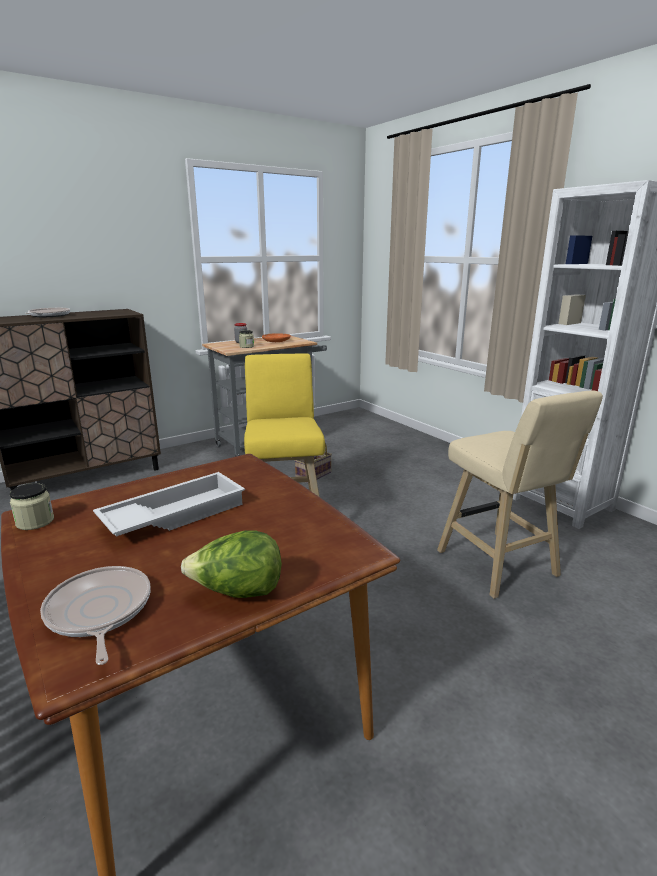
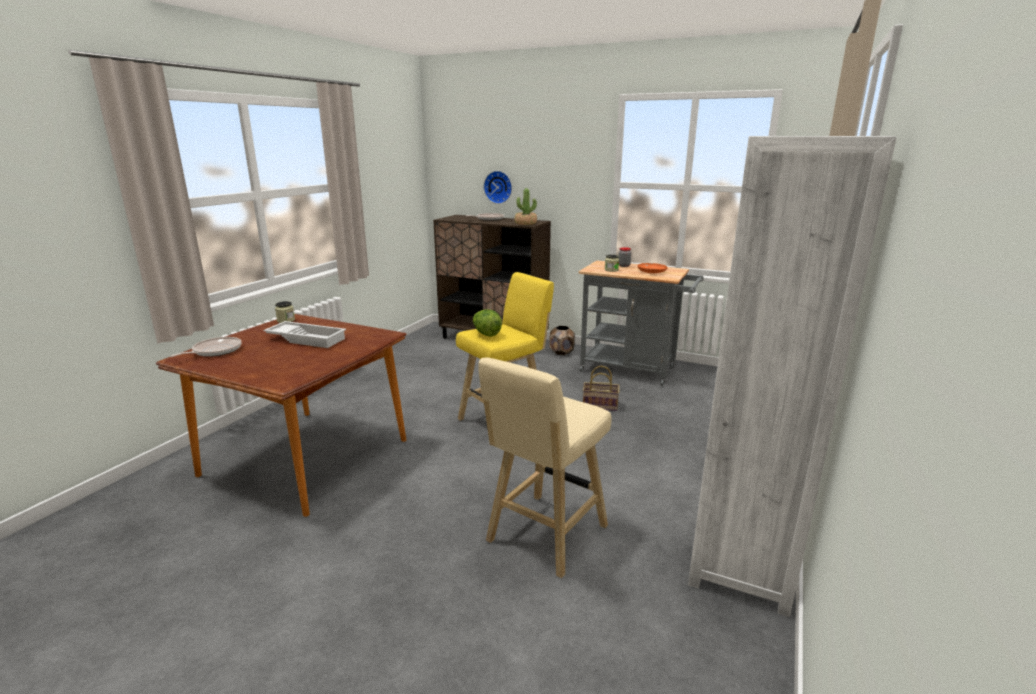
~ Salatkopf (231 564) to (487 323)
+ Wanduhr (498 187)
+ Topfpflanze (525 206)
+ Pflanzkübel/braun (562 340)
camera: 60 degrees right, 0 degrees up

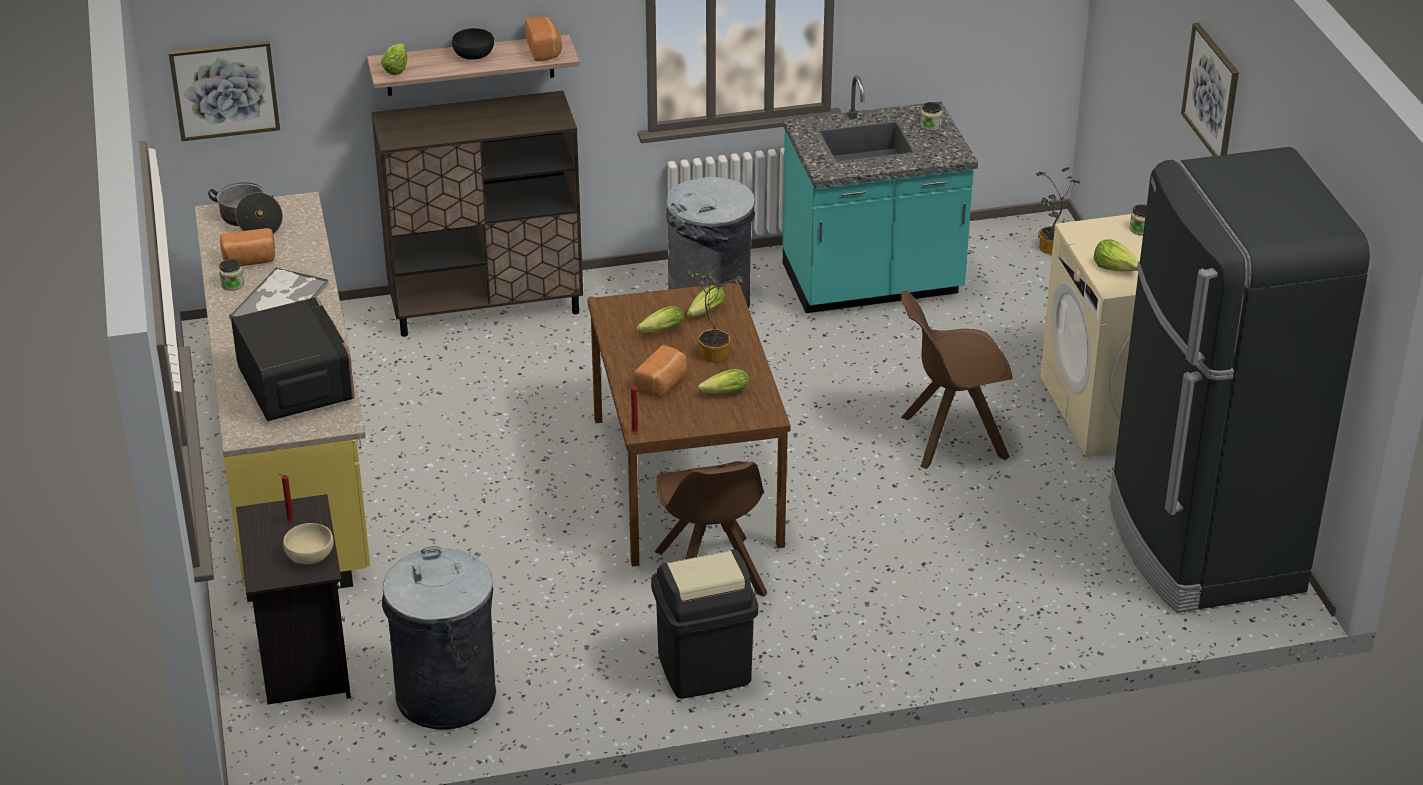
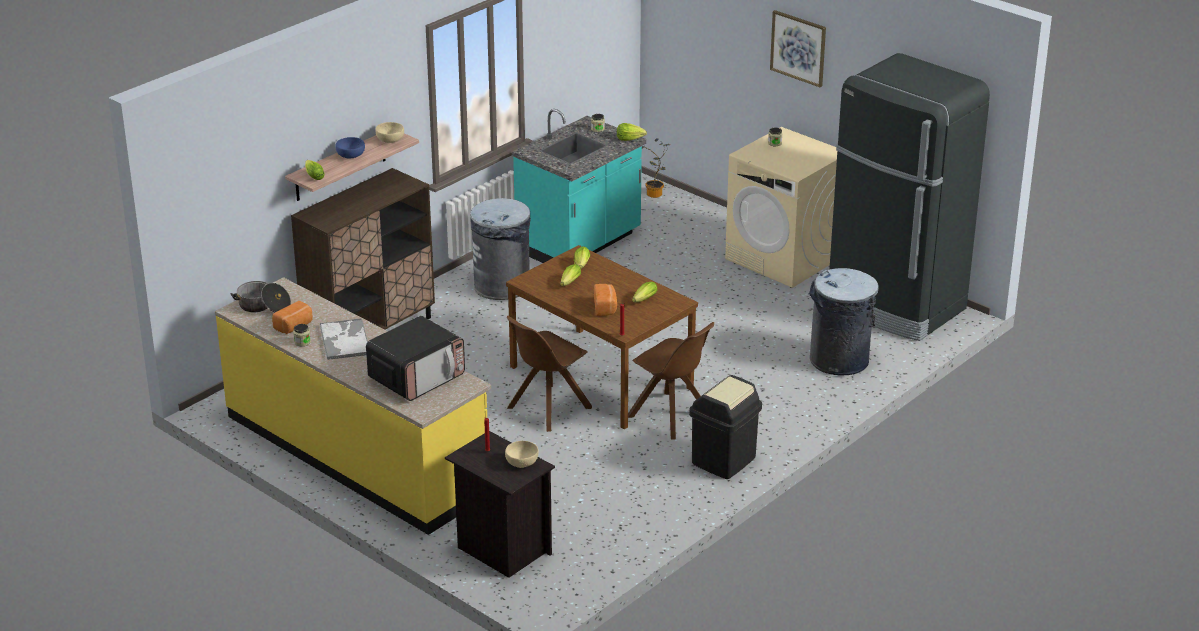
- Bild (224 91)
~ Mikrowelle (293 359) = (415 358) 105 degrees clockwise
~ Mülleimer/grau (439 638) to (843 322)
~ Schüssel/schwarz (473 44) to Schüssel/blau (350 147)
~ Brot (543 38) to Schüssel/beige (389 132)
- Topfpflanze (714 317)
~ Stuhl/braun (956 379) to (549 374)
~ Salatkopf (1116 255) to (632 132)
camera: 35 degrees left, 5 degrees down

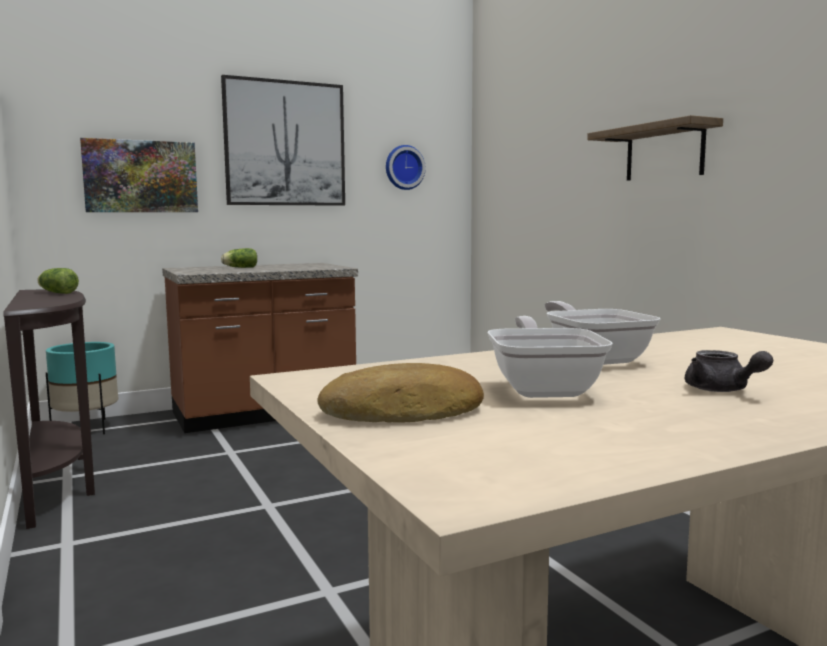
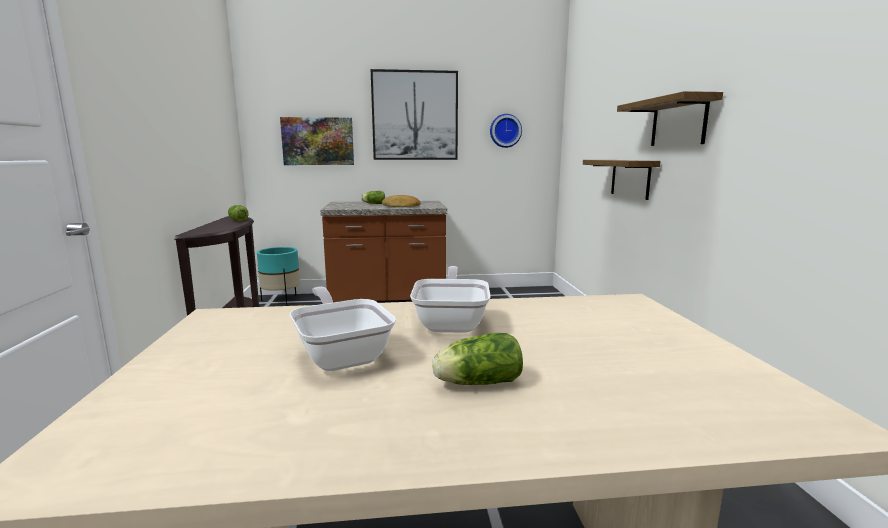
~ Brot (400 393) to (401 201)
~ Pfanne (550 357) = (343 329) 45 degrees counterclockwise
~ Teekanne/grau (729 371) to Salatkopf (477 359)
+ Wandregal (621 180)
camera: 20 degrees right, 5 degrees up

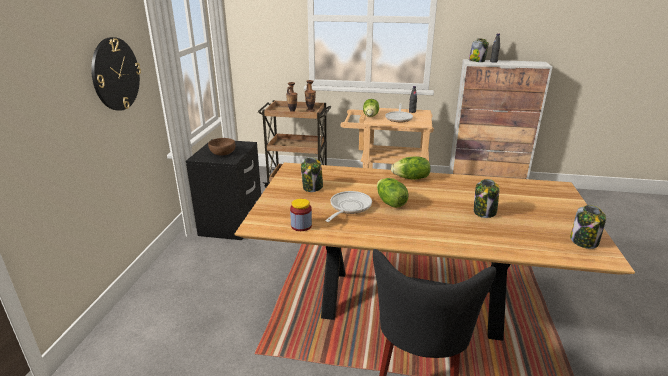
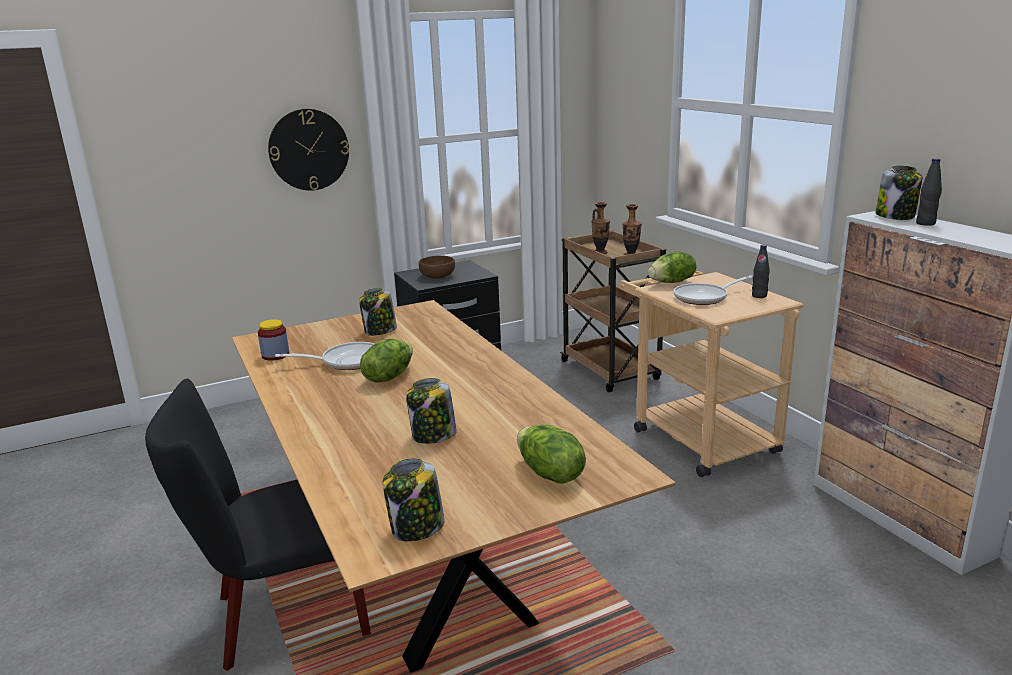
~ Salatkopf (411 168) to (551 454)
camera: 55 degrees right, 5 degrees down

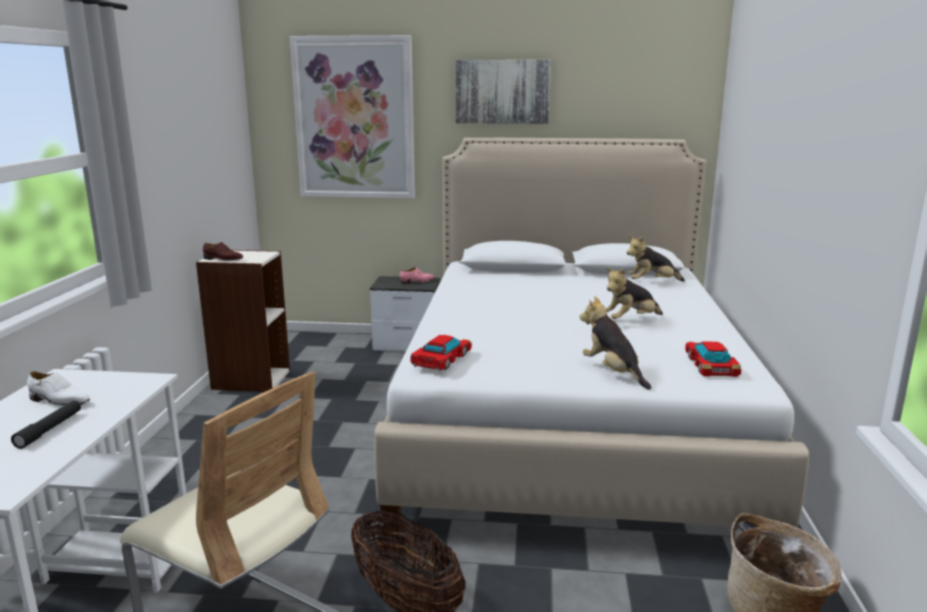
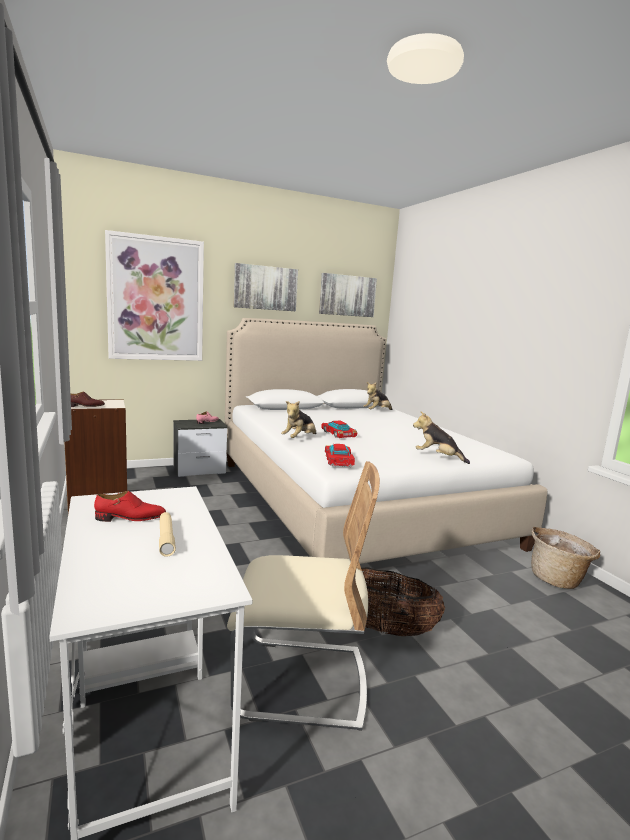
~ Taschenlampe/schwarz (46 425) to Taschenlampe/beige (167 534)
~ Schuh/weiß (58 389) to Schuh/rot (130 506)
~ Plüschtier (634 293) to (298 419)
~ Spielzeugauto (713 359) to (339 429)
+ Bild (348 295)
camera: 30 degrees left, 5 degrees down

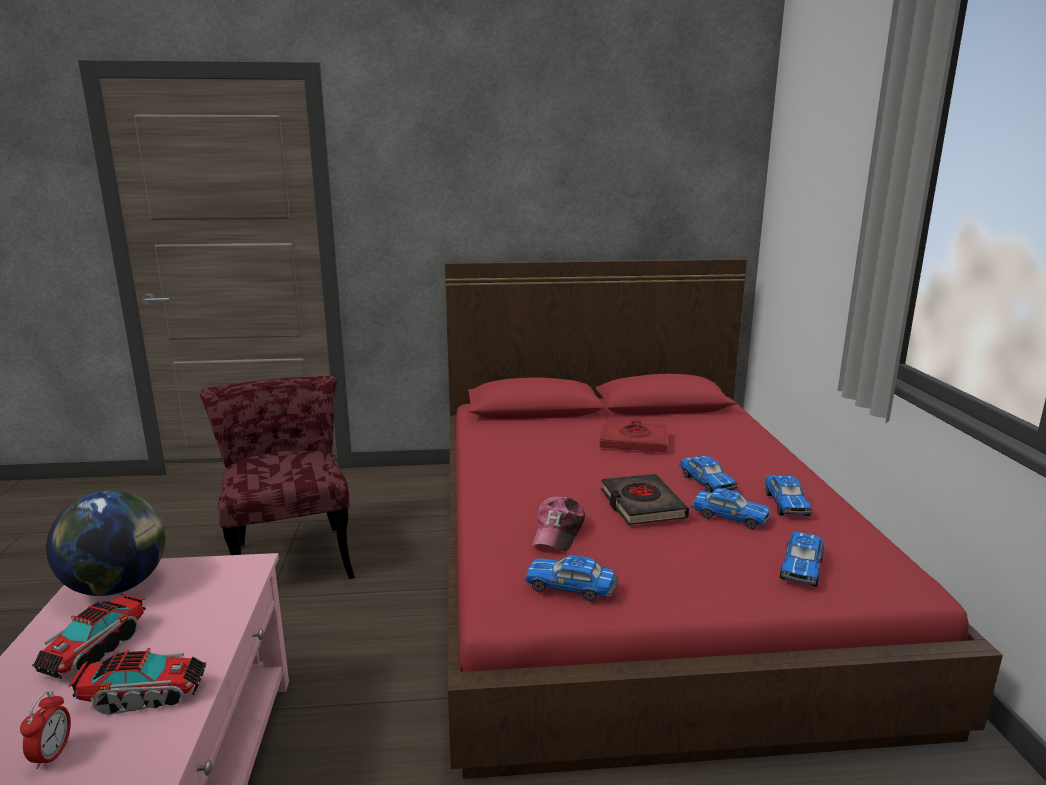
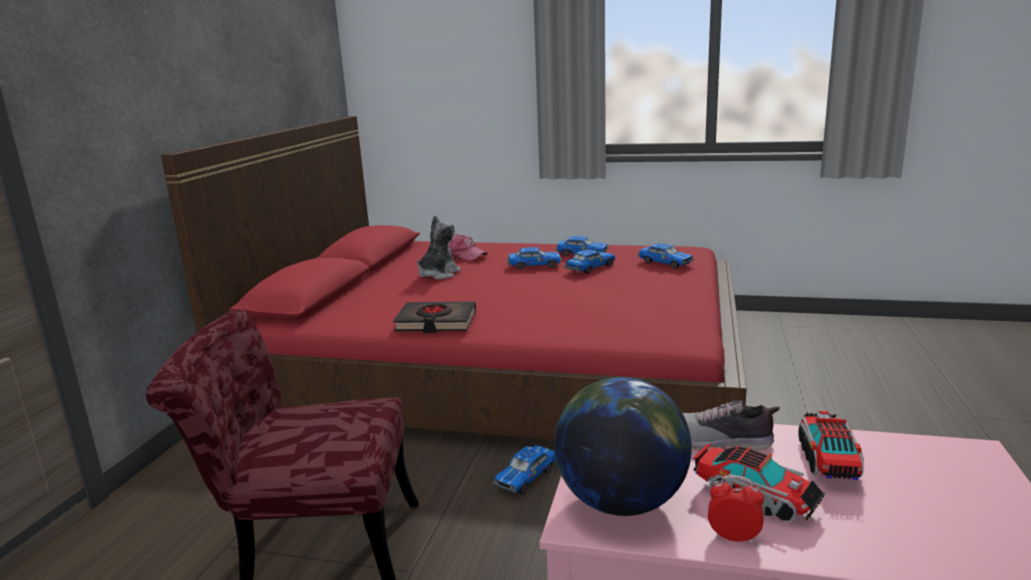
~ Wecker (45 730) to (736 509)
~ Spielzeugauto (571 578) to (524 470)
~ Kappe (558 523) to (468 247)
~ Buch/rot (633 437) to Plüschtier (439 247)
~ Buch/schwarz (645 499) to (434 317)
+ Schuh (731 424)
camera: 70 degrees left, 0 degrees up

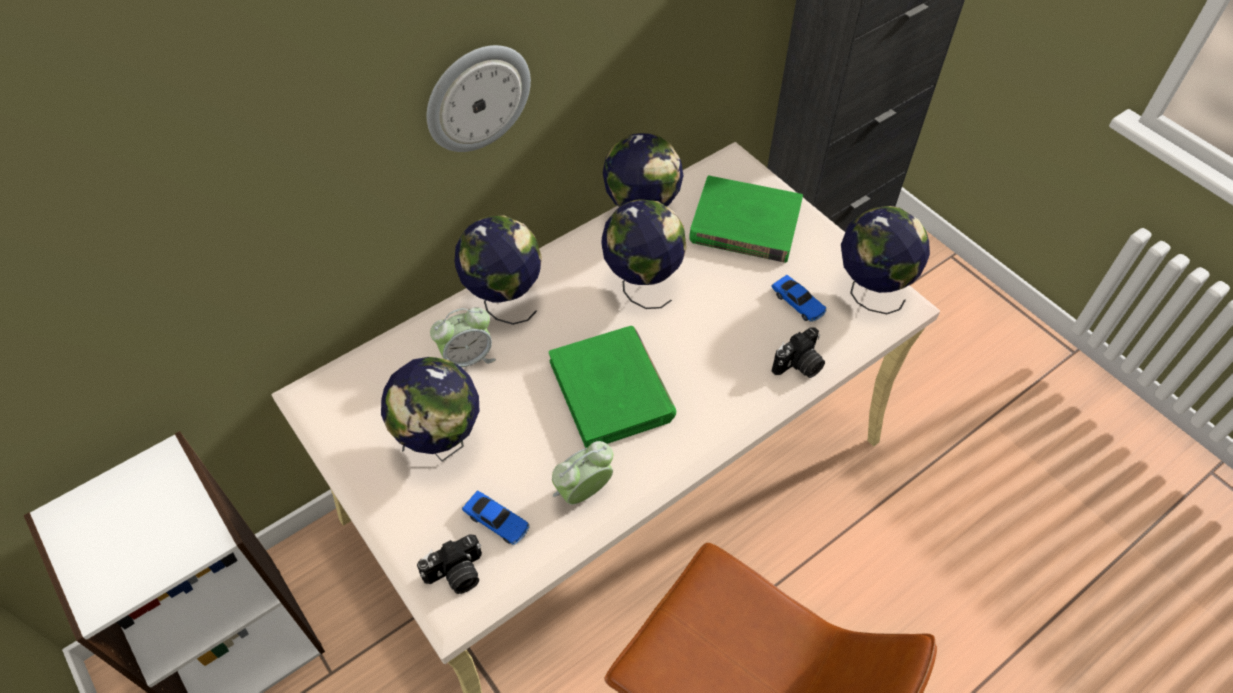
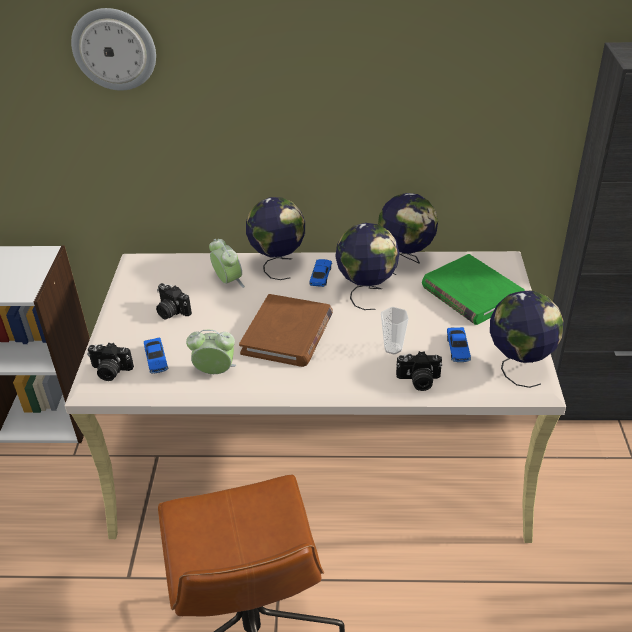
~ Globus (430 409) to Kamera (174 301)
~ Wanduhr (479 98) to (113 49)
~ Wecker (463 337) = (227 263) 135 degrees counterclockwise
~ Buch/grün (612 387) to Buch/braun (286 330)
+ Spielzeugauto (320 273)
+ Tasse (395 330)
camera: 40 degrees right, 15 degrees down

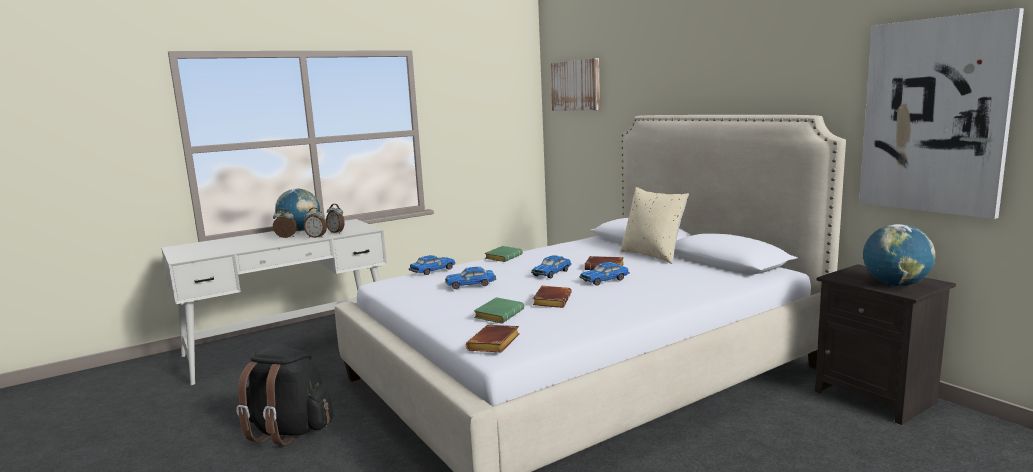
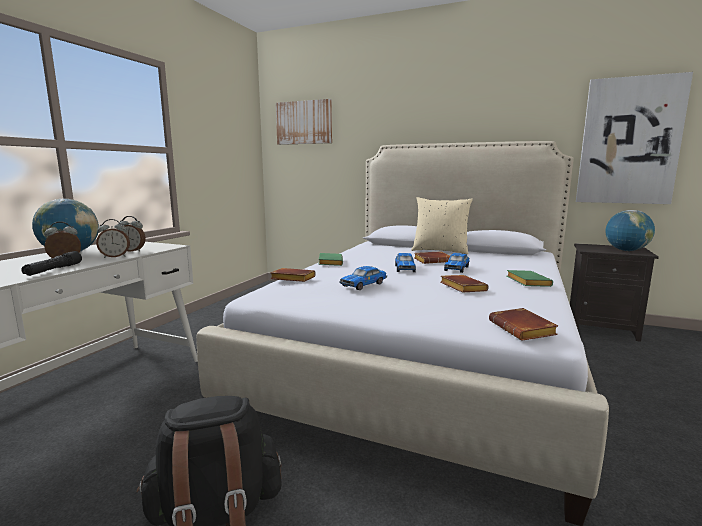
~ Spielzeugauto (432 265) to Buch/braun (293 275)
~ Buch/grün (499 310) to (530 278)
+ Taschenlampe/schwarz (51 263)
camera: 35 degrees left, 0 degrees up

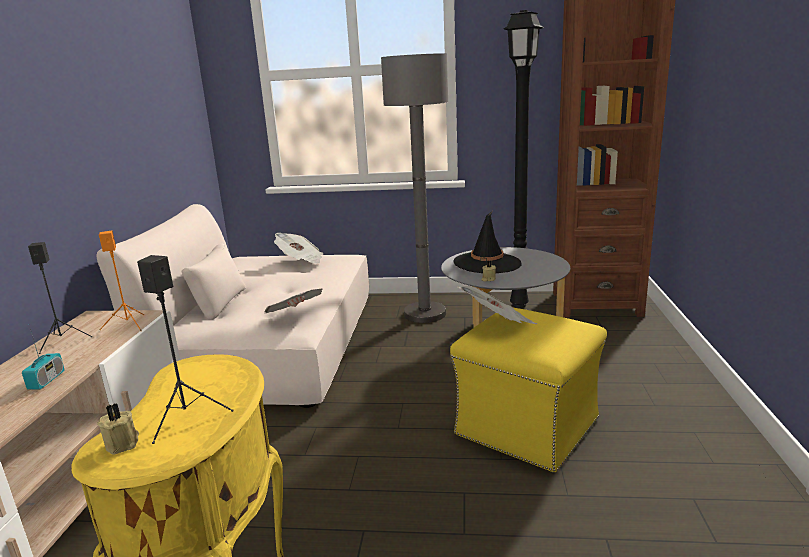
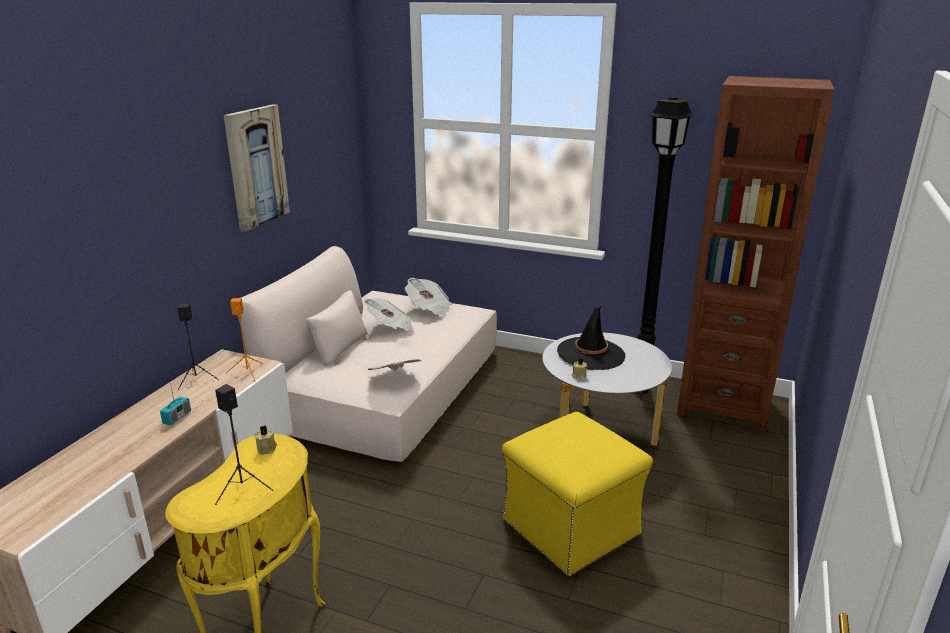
~ Kerze/beige (118 428) to (265 440)
- Stehlampe/grau (414 188)
~ Zeitung (497 305) to (389 315)
+ Bild (257 168)
camera: 15 degrees right, 5 degrees up

